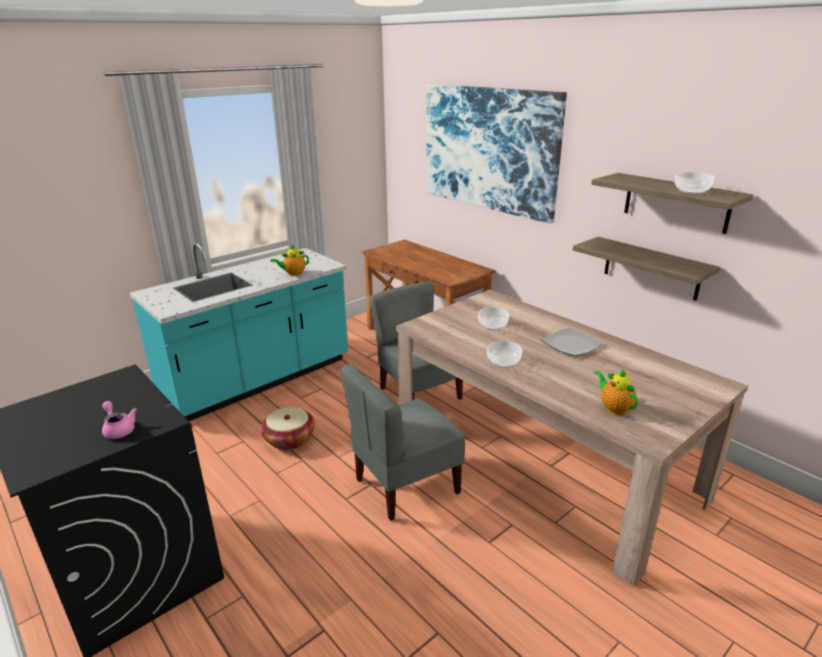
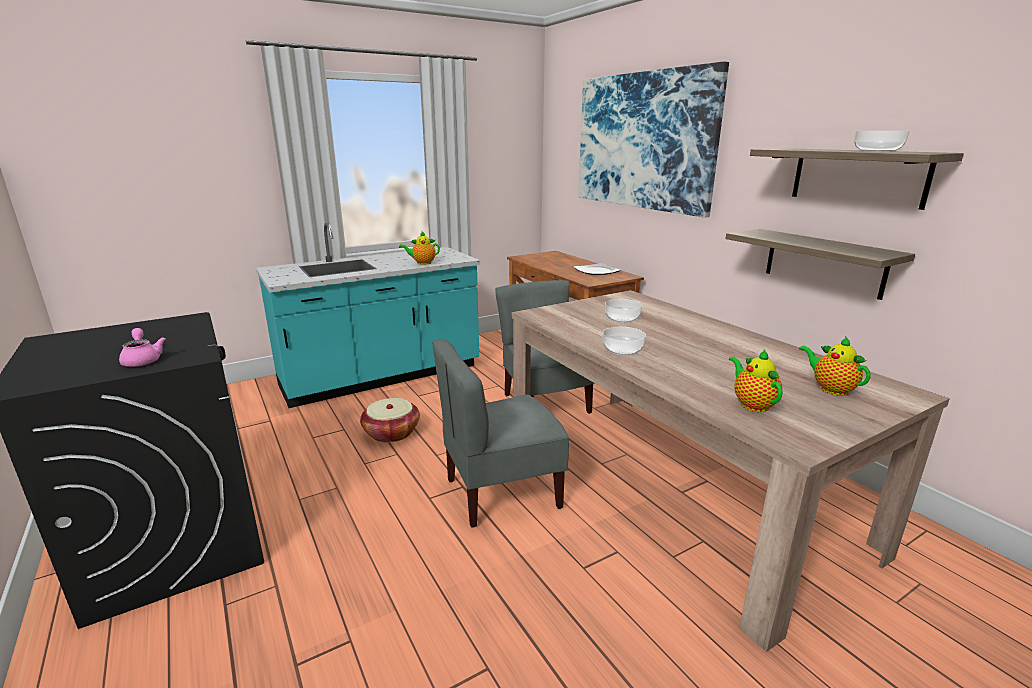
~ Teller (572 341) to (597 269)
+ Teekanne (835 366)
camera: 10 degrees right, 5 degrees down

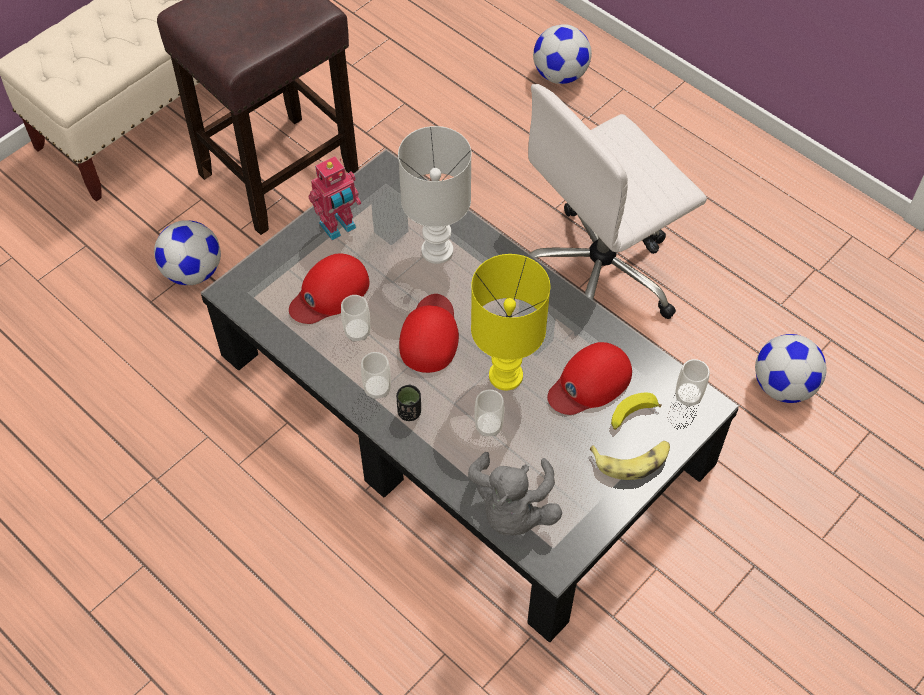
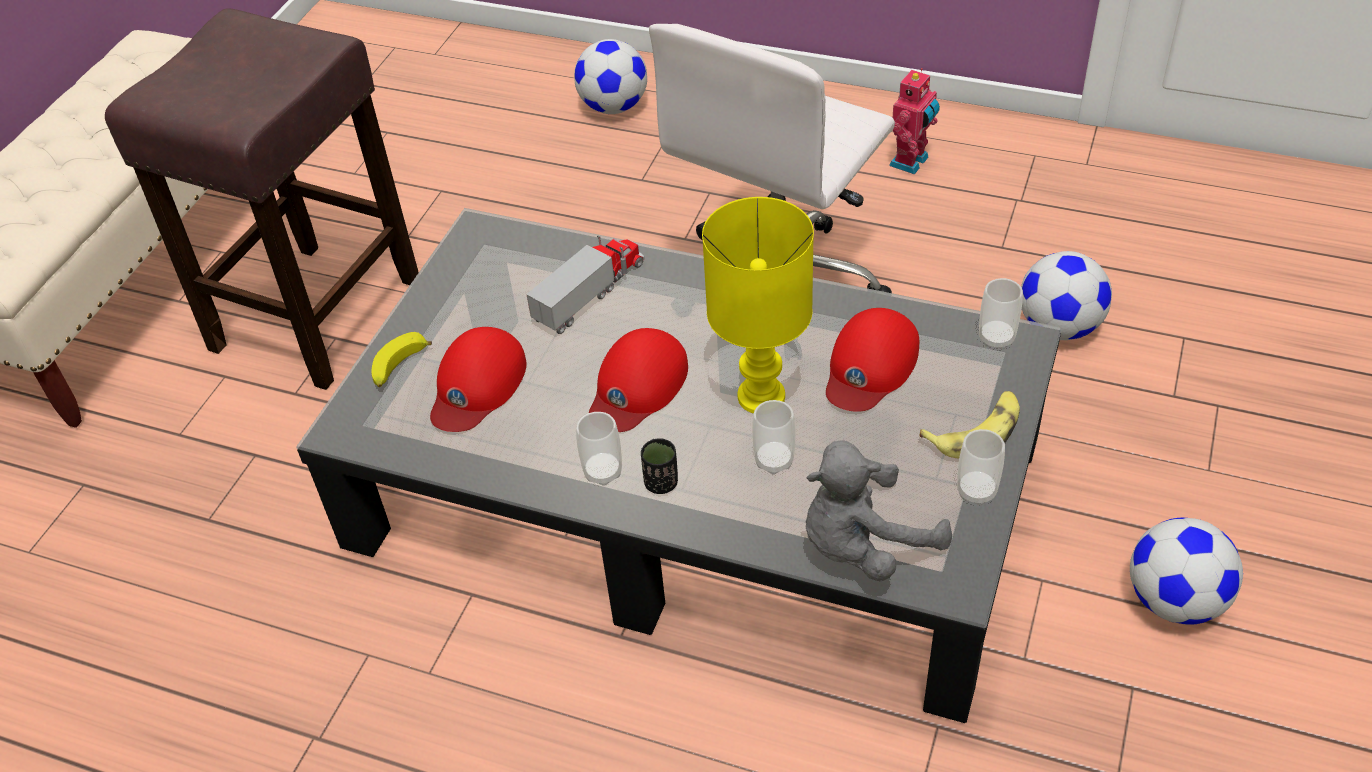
~ Fußball (187 252) to (1186 571)
~ Spielzeugroboter (335 198) to (914 121)
~ Tasse (355 318) to (981 467)
~ Tischlampe/weiß (435 195) to Spielzeuglaster (585 284)
~ Kappe/rot (429 333) = (638 380) 135 degrees counterclockwise
~ Plüschtier/grau (515 494) = (879 510) 75 degrees clockwise
~ Banane (636 411) to (402 359)
camera: 20 degrees left, 10 degrees down

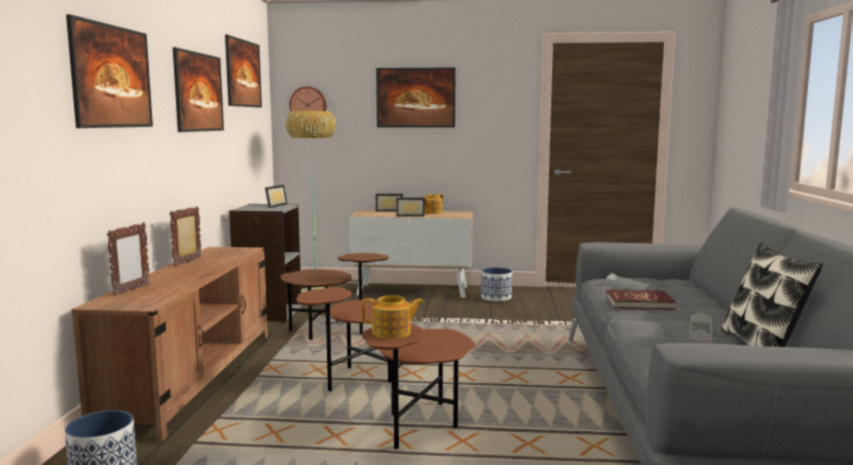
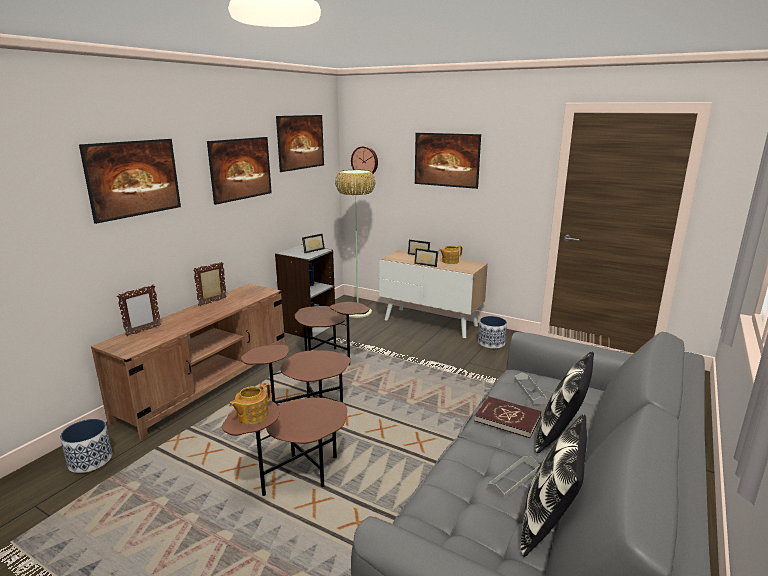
~ Teekanne (392 317) = (250 404) 105 degrees clockwise
+ Kissen (564 402)
camera: 25 degrees right, 10 degrees up

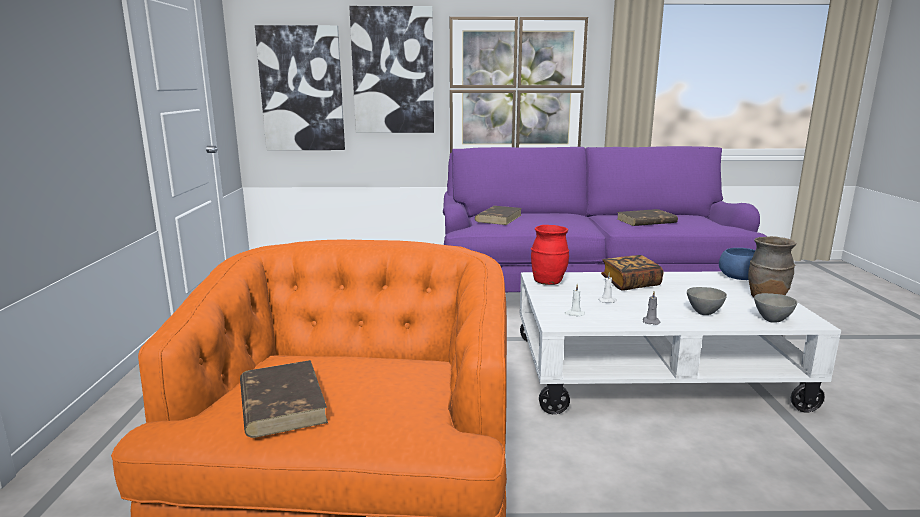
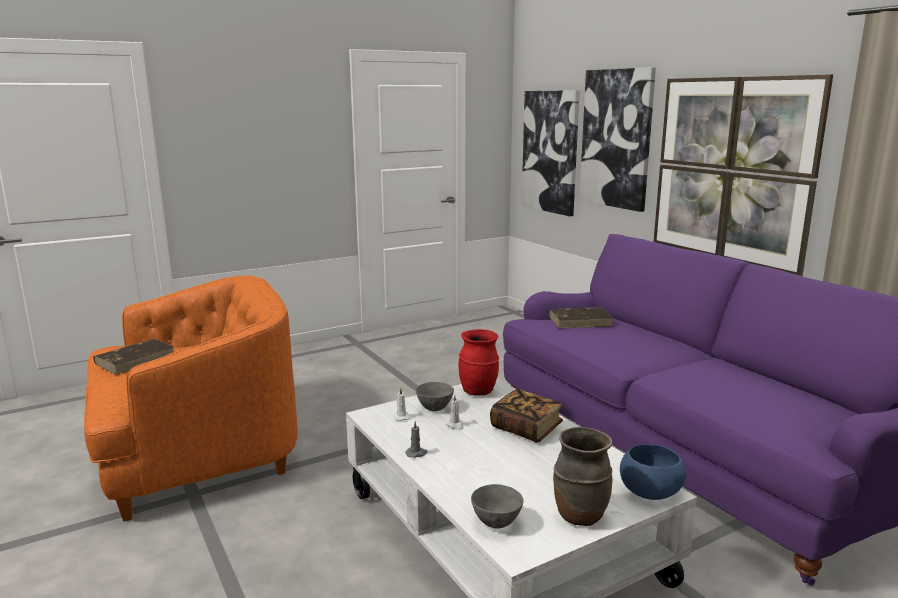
- Buch/braun (647 217)
~ Schüssel/grau (707 301) to (435 396)
camera: 60 degrees right, 0 degrees up

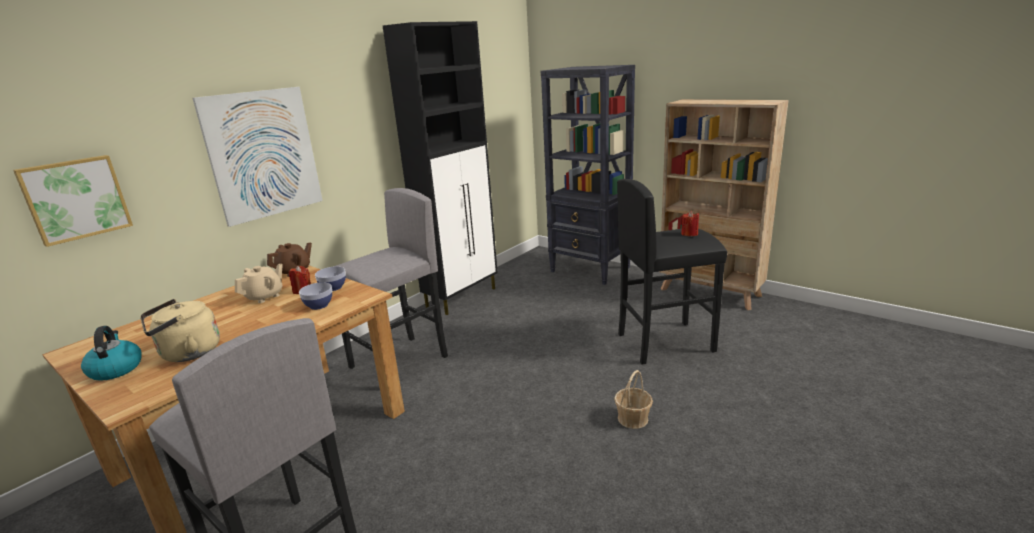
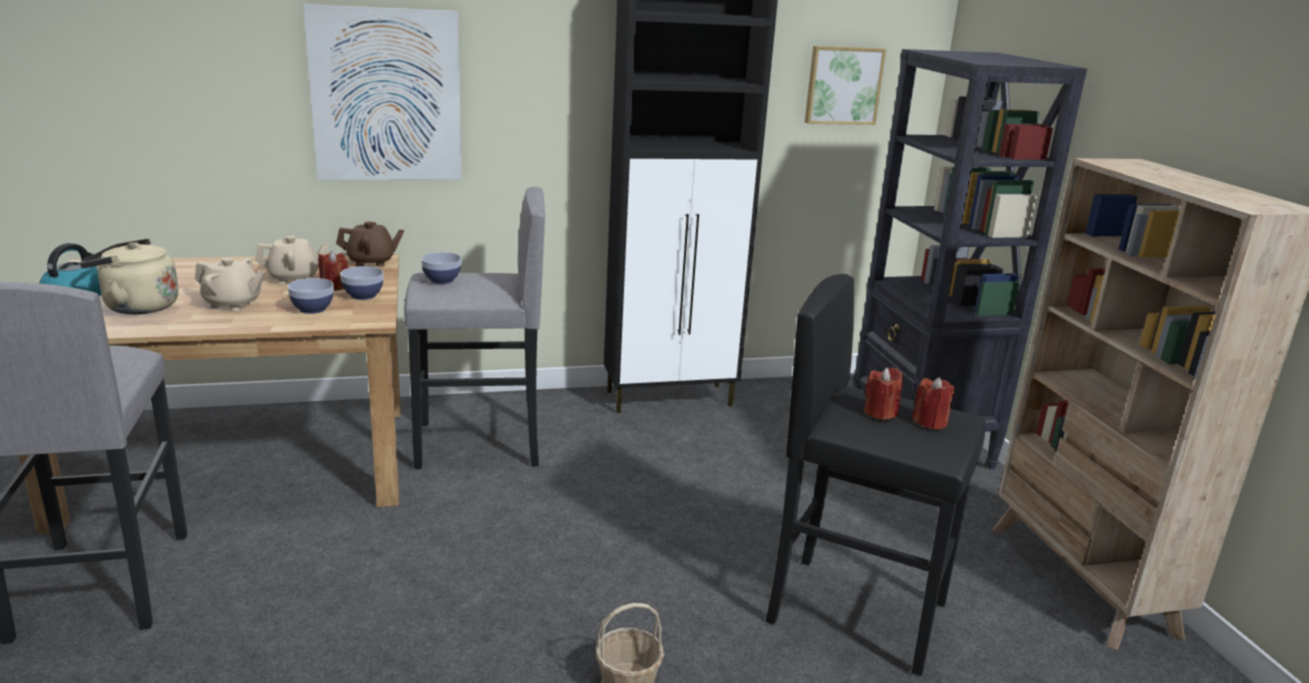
~ Bild (73 201) to (845 85)
+ Teekanne/beige (230 284)
+ Schüssel (441 268)
+ Kerze/rot (883 394)
camera: 35 degrees right, 0 degrees up

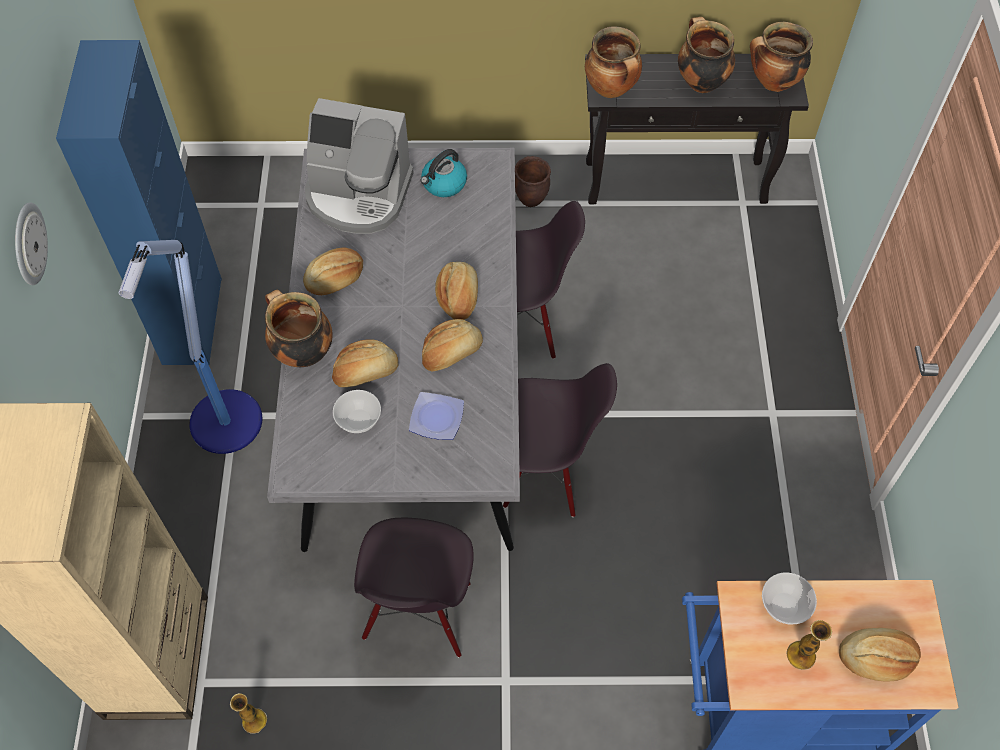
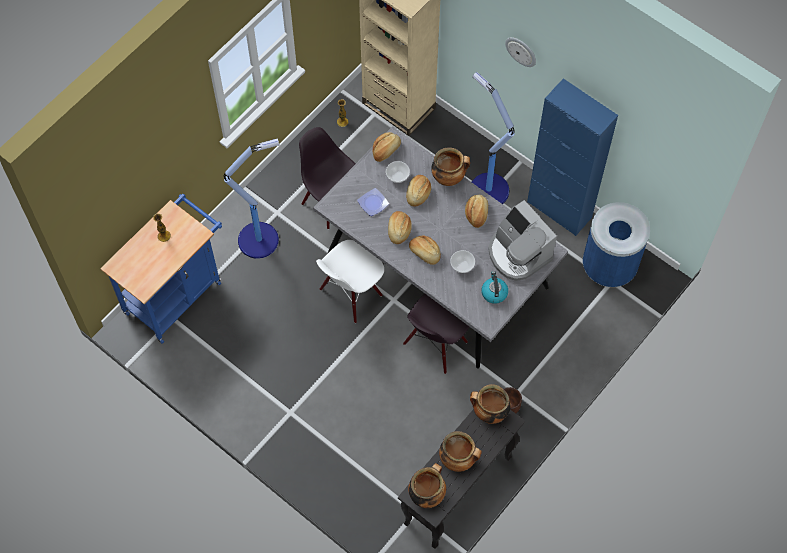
~ Kaffeemaschine (359 166) = (522 240) 90 degrees counterclockwise
~ Stuhl/schwarz (560 440) to Stuhl/weiß (350 281)
~ Schüssel (789 598) to (462 261)
~ Brot (880 655) to (387 147)
+ Stehlampe (251 198)
+ Mülleimer/blau (616 244)
camera: 130 degrees right, 5 degrees up

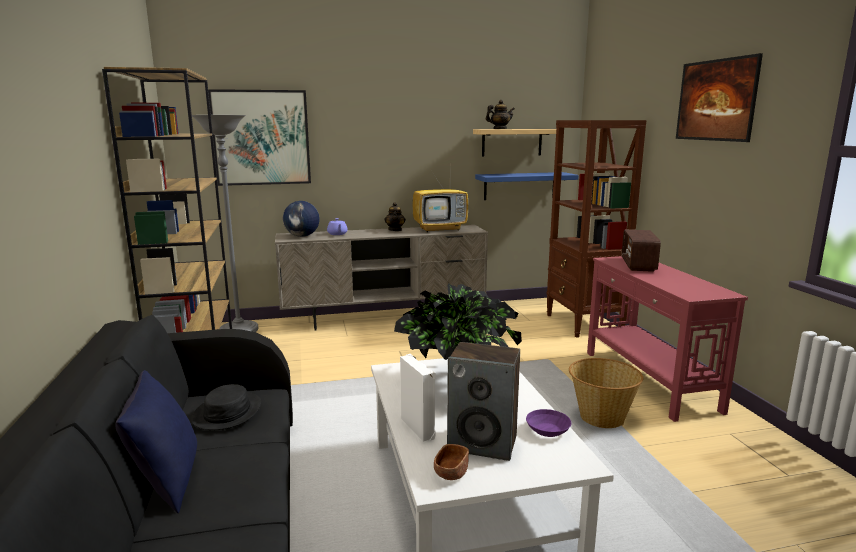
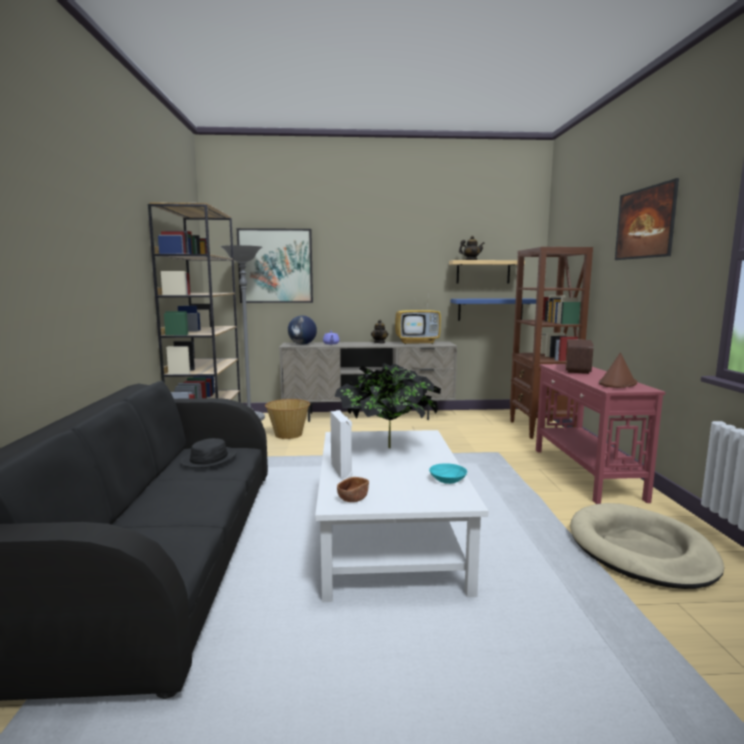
- Kissen/blau (156 441)
- Lautsprecher (483 401)
~ Schüssel/lila (549 423) to Schüssel/türkis (448 473)
~ Korb (606 393) to (287 419)
+ Hundebett/beige (647 546)
+ Hut/braun (618 370)
camera: 10 degrees right, 5 degrees down

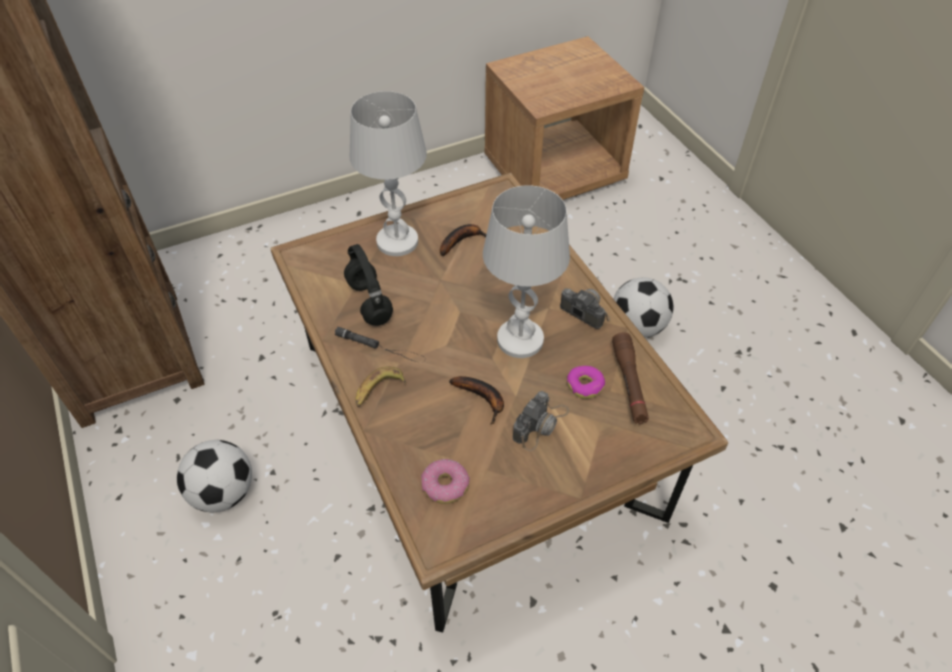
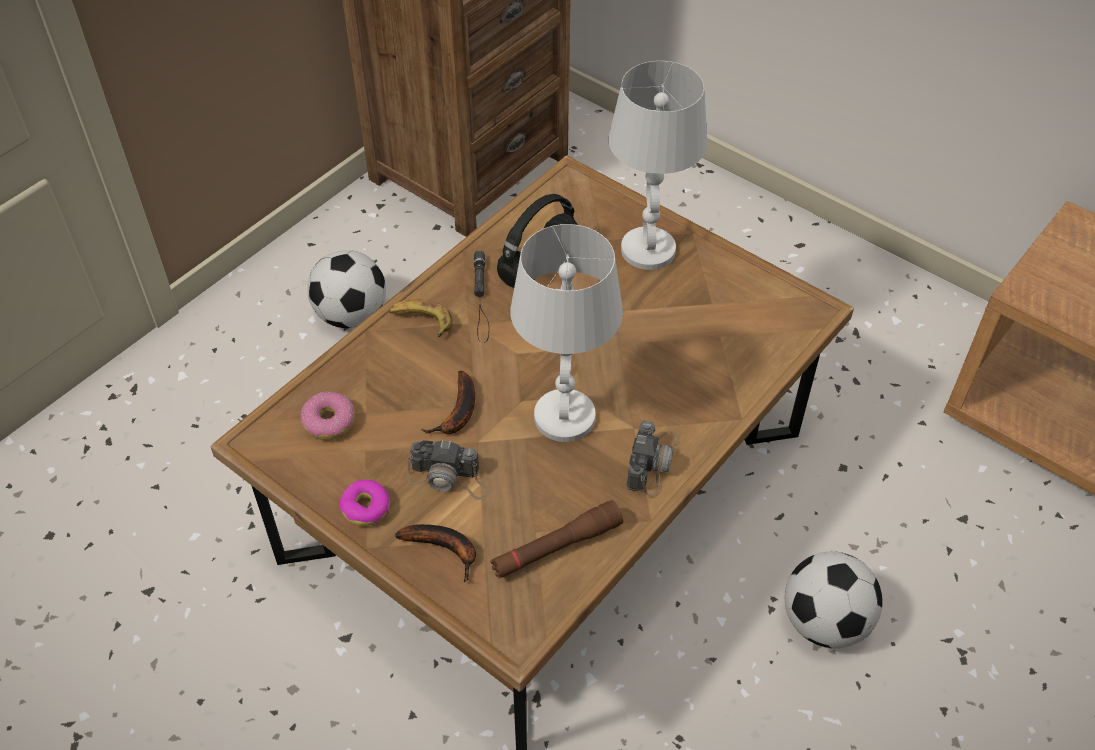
~ Banane (463 240) to (435 553)
~ Donut (586 382) to (365 503)
camera: 65 degrees right, 0 degrees up

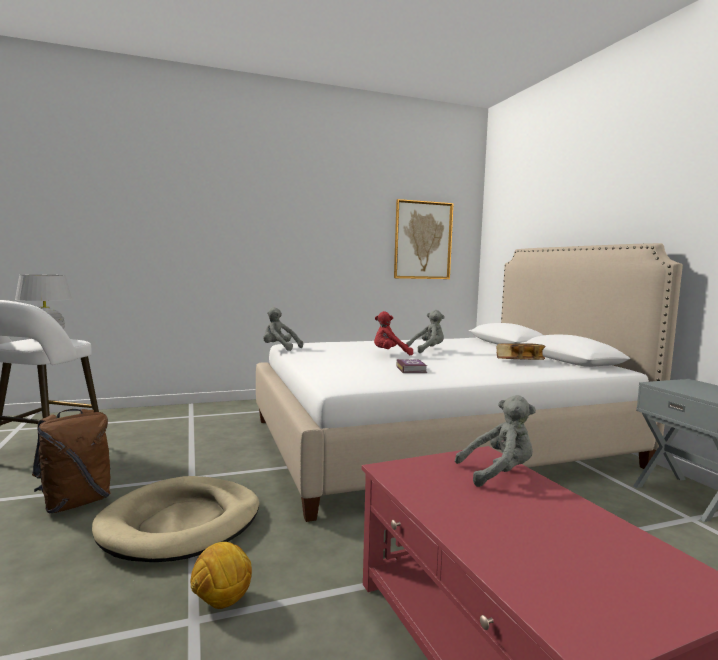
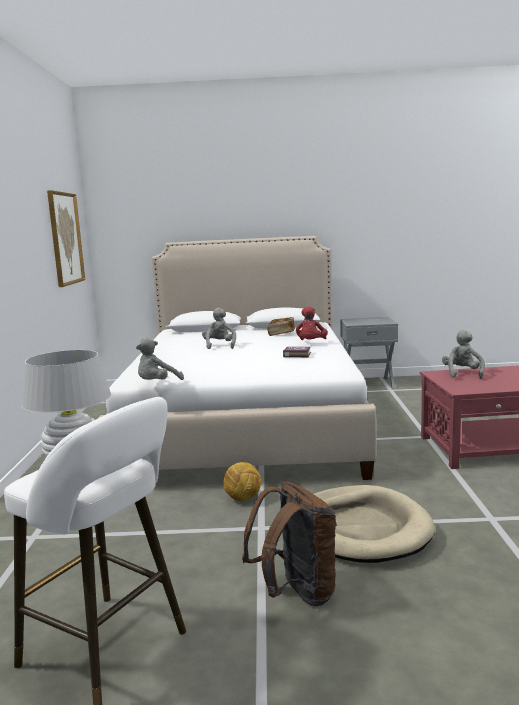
~ Fußball (221 575) to (242 481)
~ Plüschtier/rot (393 333) to (312 323)
camera: 70 degrees left, 5 degrees up

